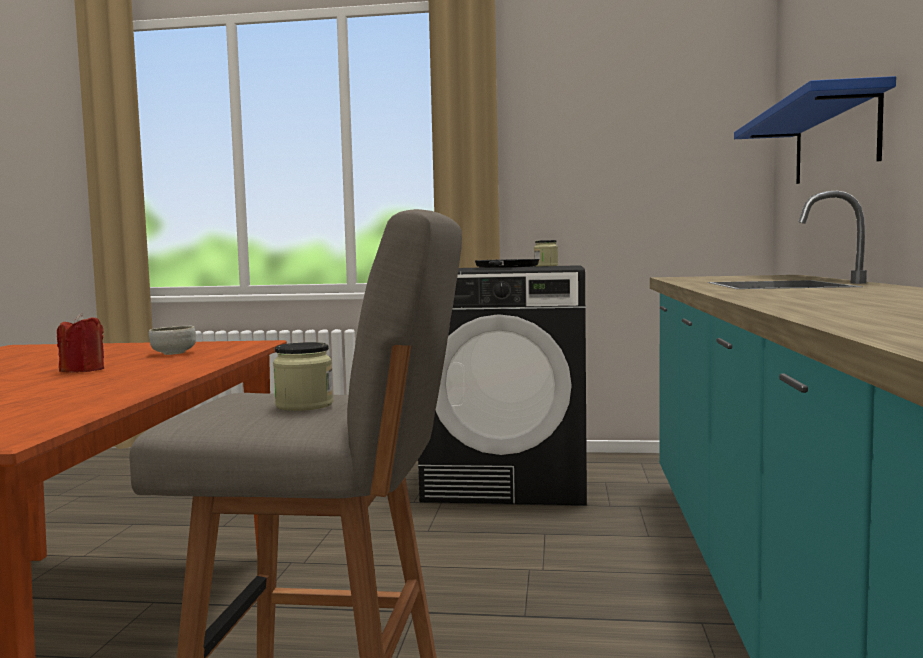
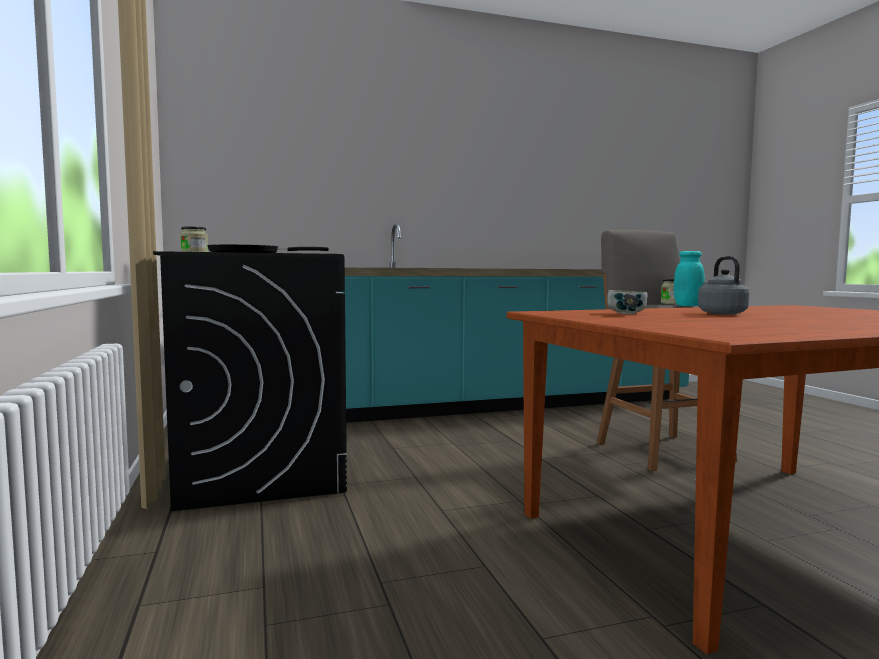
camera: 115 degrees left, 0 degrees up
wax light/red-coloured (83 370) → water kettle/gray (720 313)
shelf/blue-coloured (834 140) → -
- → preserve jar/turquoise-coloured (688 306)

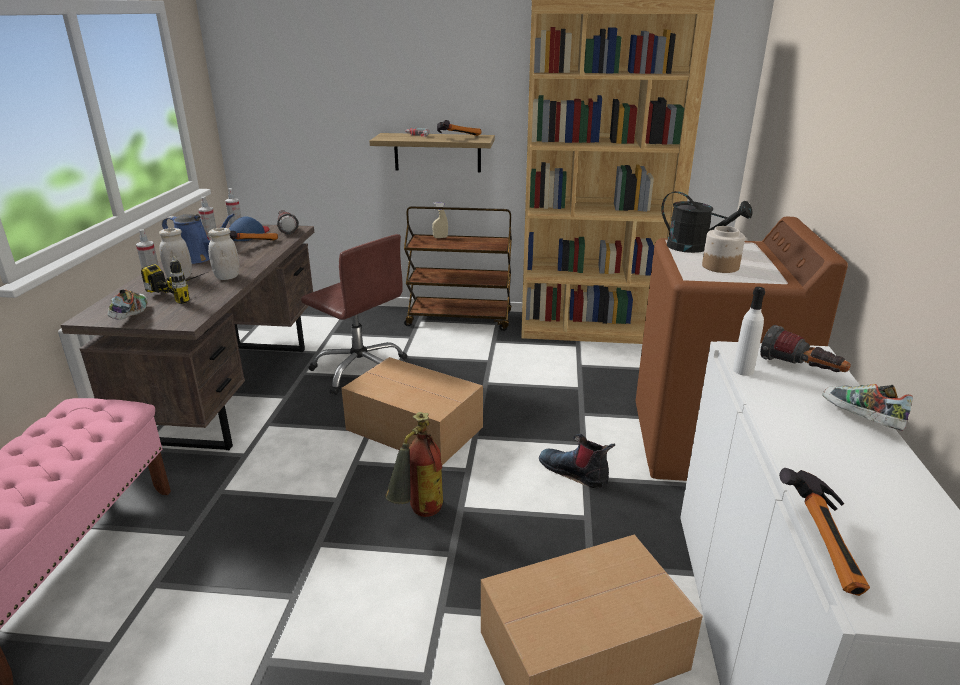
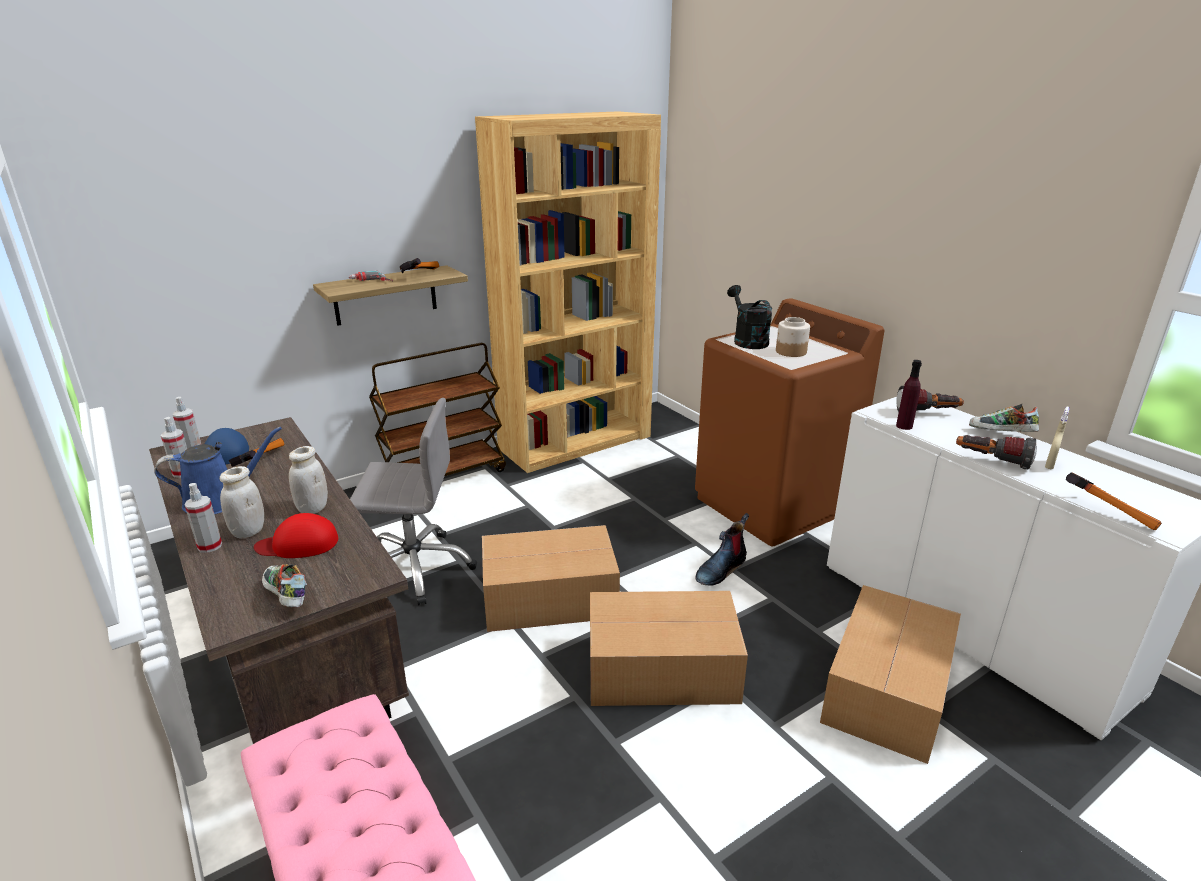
camera: 40 degrees left, 0 degrees up
power drill (186 292) → cap/red-coloured (298 544)
torch (286 229) → torch (991 461), shifted
office chair/brown (361 370) → office chair/gray (415 568)
fire-fighting cylinder (418 515) → carton (659 668)
hand sprayer/beige (440 237) → hand sprayer/beige (1049 465), shifted
tall boot (574 472) → tall boot (720 569), 45 degrees counterclockwise
sprinkling can/black-coloured (695 248) → sprinkling can/black-coloured (747 340), 105 degrees counterclockwise
beverage bottle/whitish (743 370) → beverage bottle/purple (904 426)

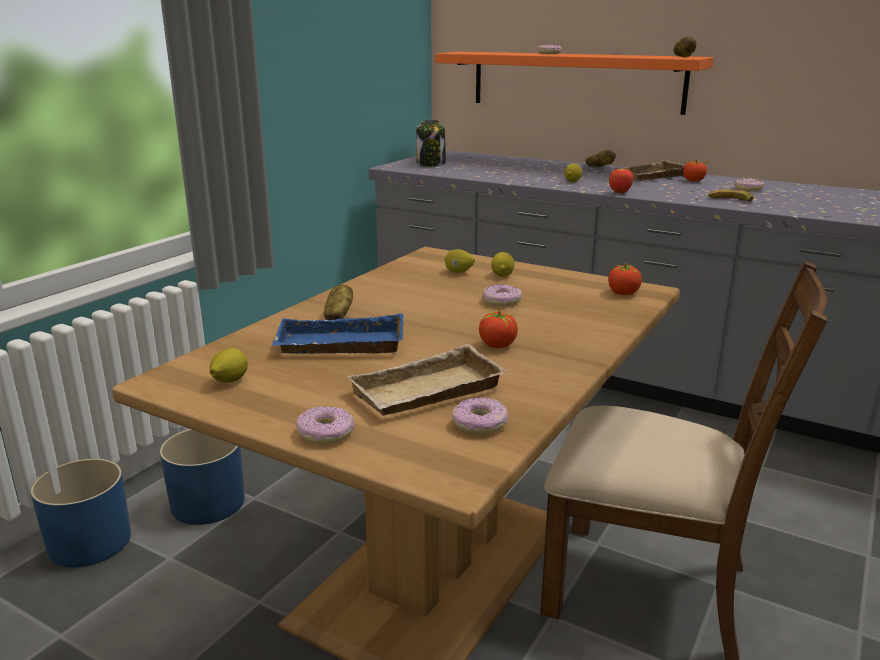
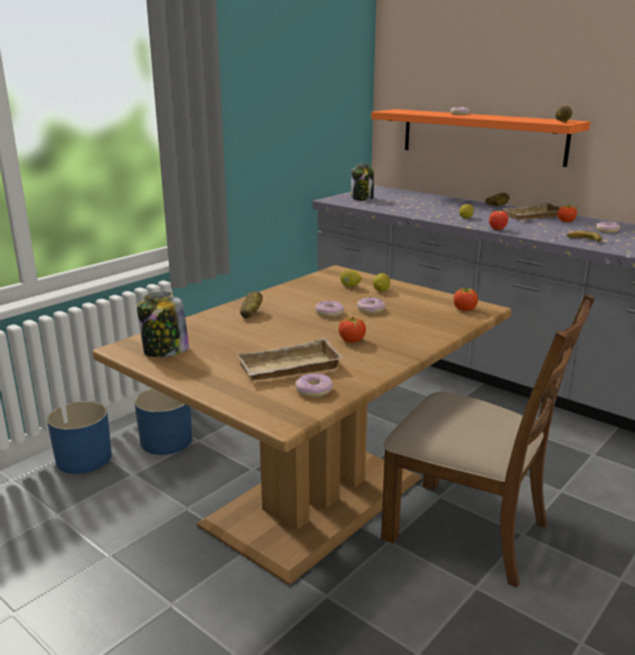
camera: 10 degrees right, 0 degrees up
citrus fruit (229 381) → preserve jar (165 351)
tray/blue-coloured (338 346) → -
doughnut (326 433) → doughnut (329 313), shifted

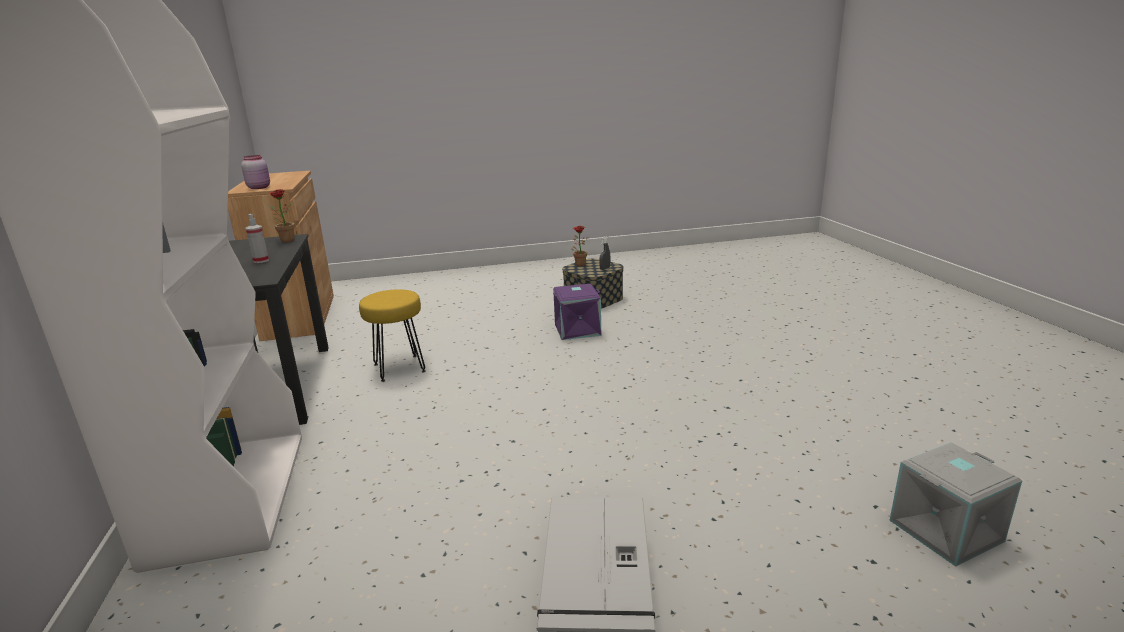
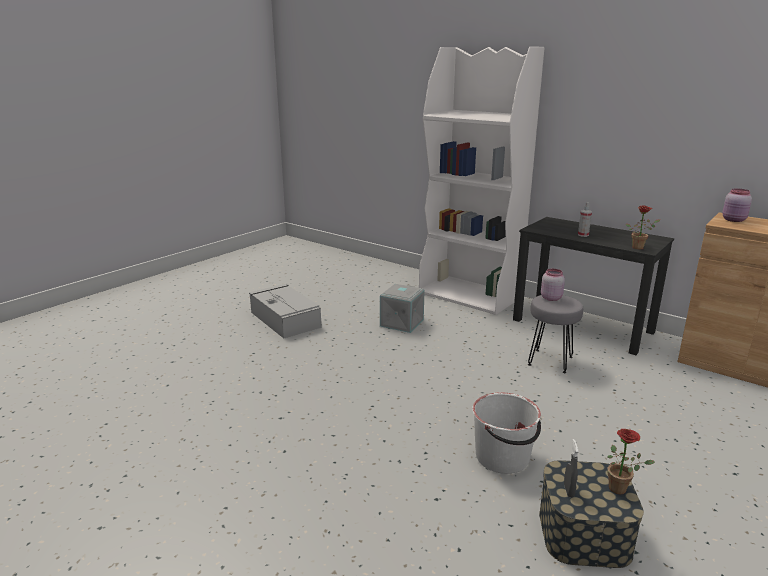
camera: 140 degrees right, 0 degrees up
stool seat/yellowish (400 368) → stool seat/gray (549 361)
storage box/purple (577 329) → water bucket/whitish (503 457)
storage box/gray (946 532) → storage box/gray (401 322), shifted
- → preserve jar/pinkish (550 298)

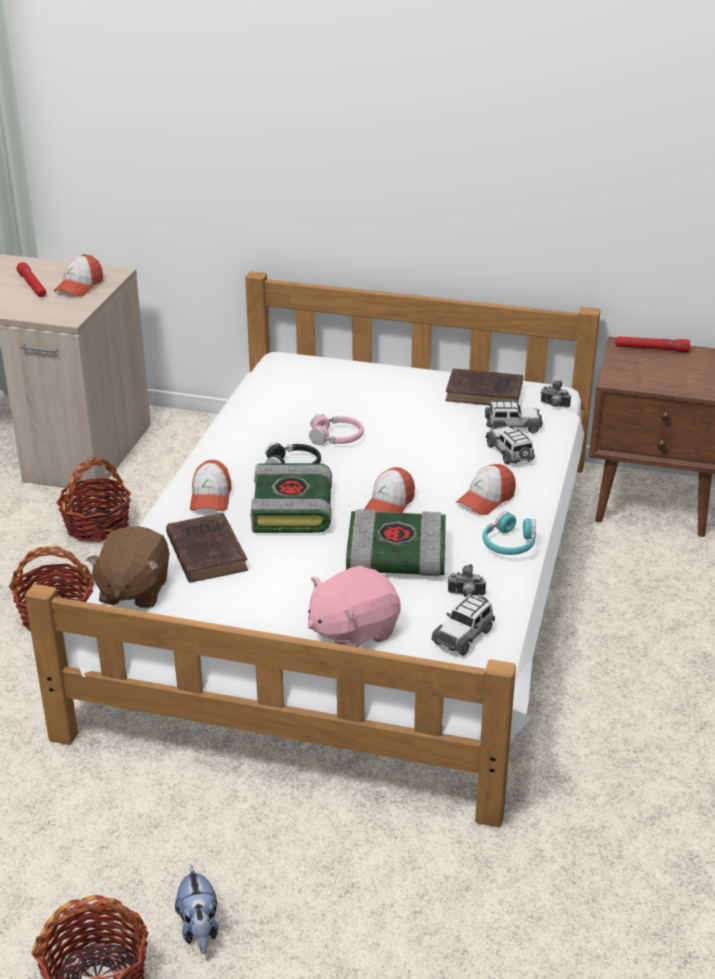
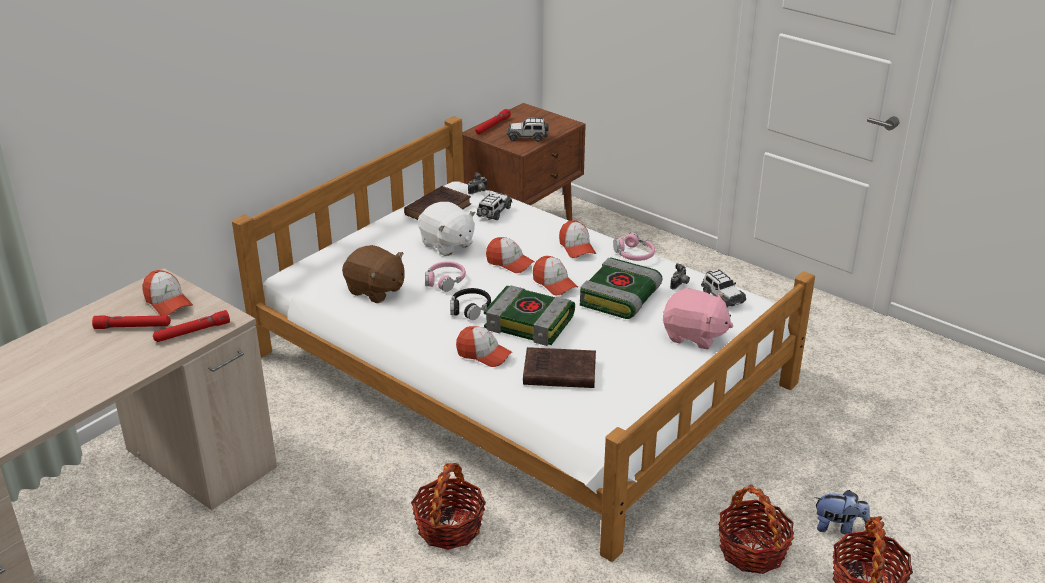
camera: 65 degrees left, 0 degrees up
basket (97 525) → basket (752 551), shifted
plush toy/brown (133 590) → plush toy/brown (375 290), shifted
plush toy/pinkish (352 632) → plush toy/pinkish (694 335), 60 degrees counterclockwise
headphones/turquoise-coloured (509 544) → headphones/pinkish (634 254)
toy car (510 453) → toy car (527 137), shifted
- → torch/red-coloured (192 332)
- → plush toy/whitish (447 244)
- → cap (509 263)

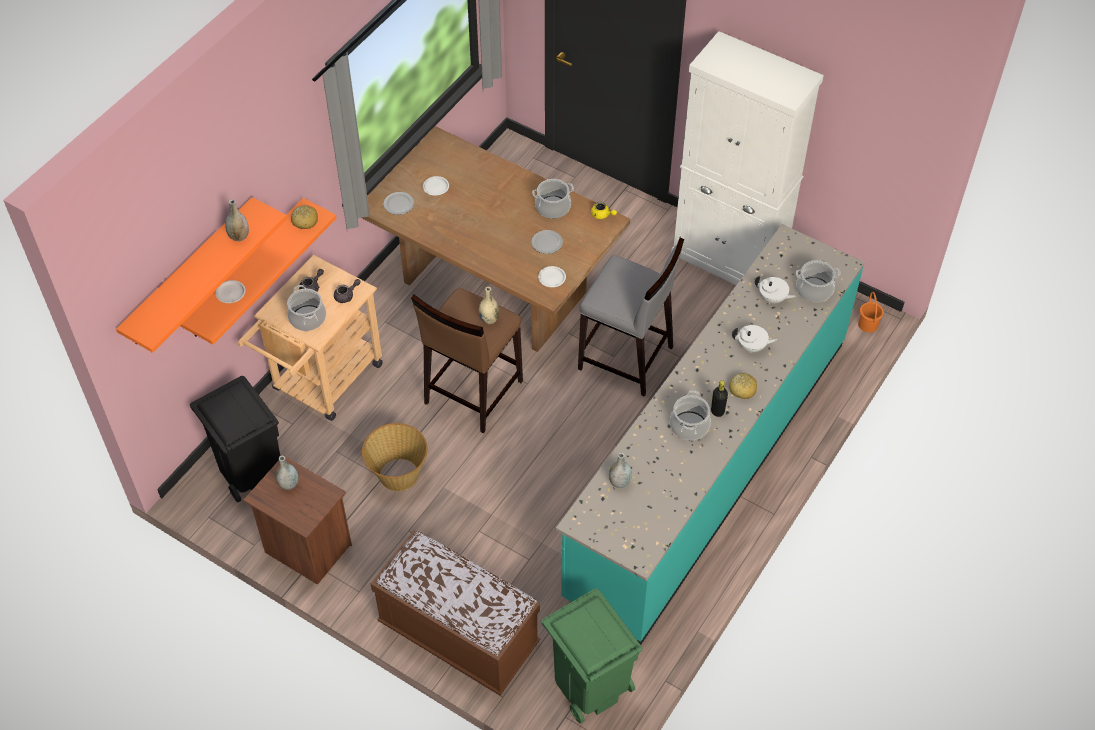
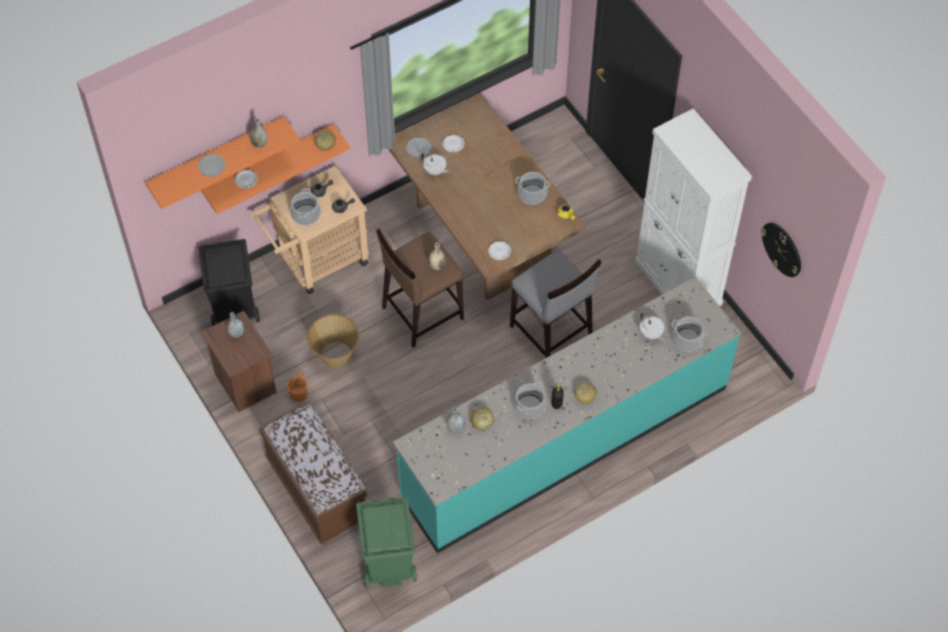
camera: 25 degrees right, 5 degrees up
flat dish (547 243) → flat dish (212 166), shifted
teapot/whitish (752 347) → teapot/whitish (435 171), shifted
water bucket/orange-coloured (868 324) → water bucket/orange-coloured (299 394), shifted
- → bakery bread (482 421)
- → clock on the wall (782 249)

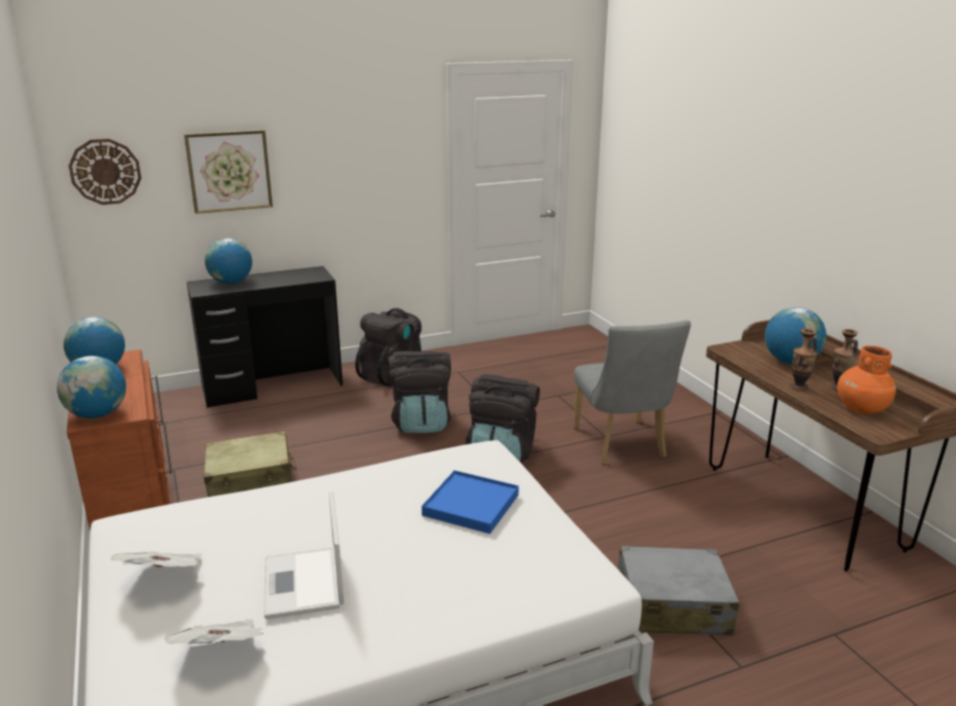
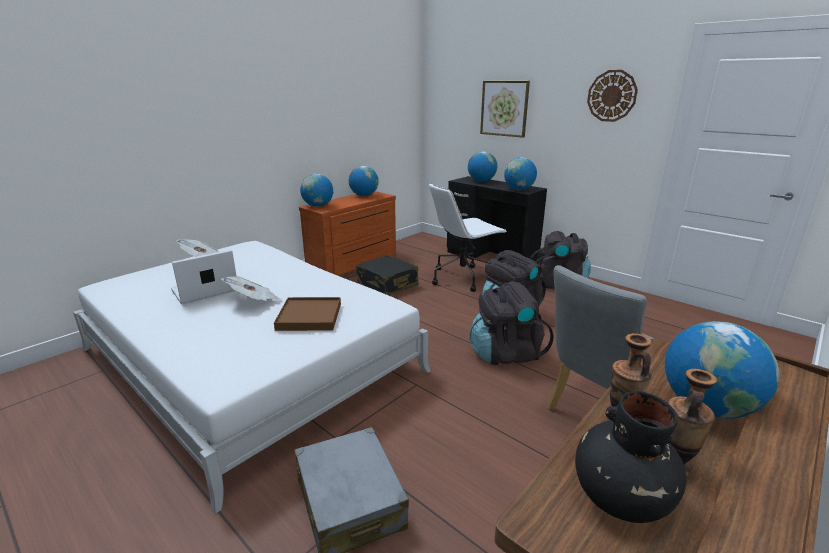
camera: 65 degrees right, 0 degrees up
clock on the wall (105 171) → clock on the wall (611 96), shifted
newspaper (222 652) → newspaper (254 301), shifted
travel case/beige (251 481) → travel case/black-coloured (387 284)
tray/blue-coloured (471 505) → tray/brown (309 316)
decorative vase/orange-coloured (861 408) → decorative vase/black-coloured (619 497)
- → office chair/whitish (463 277)
- → desk globe (518 189)

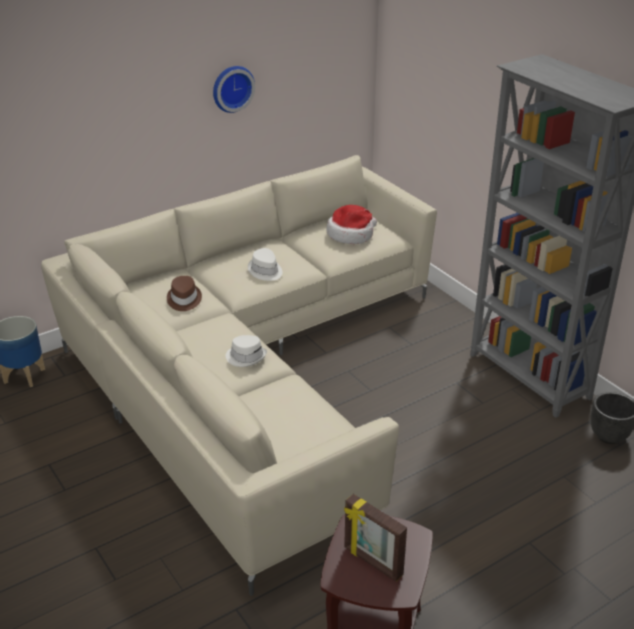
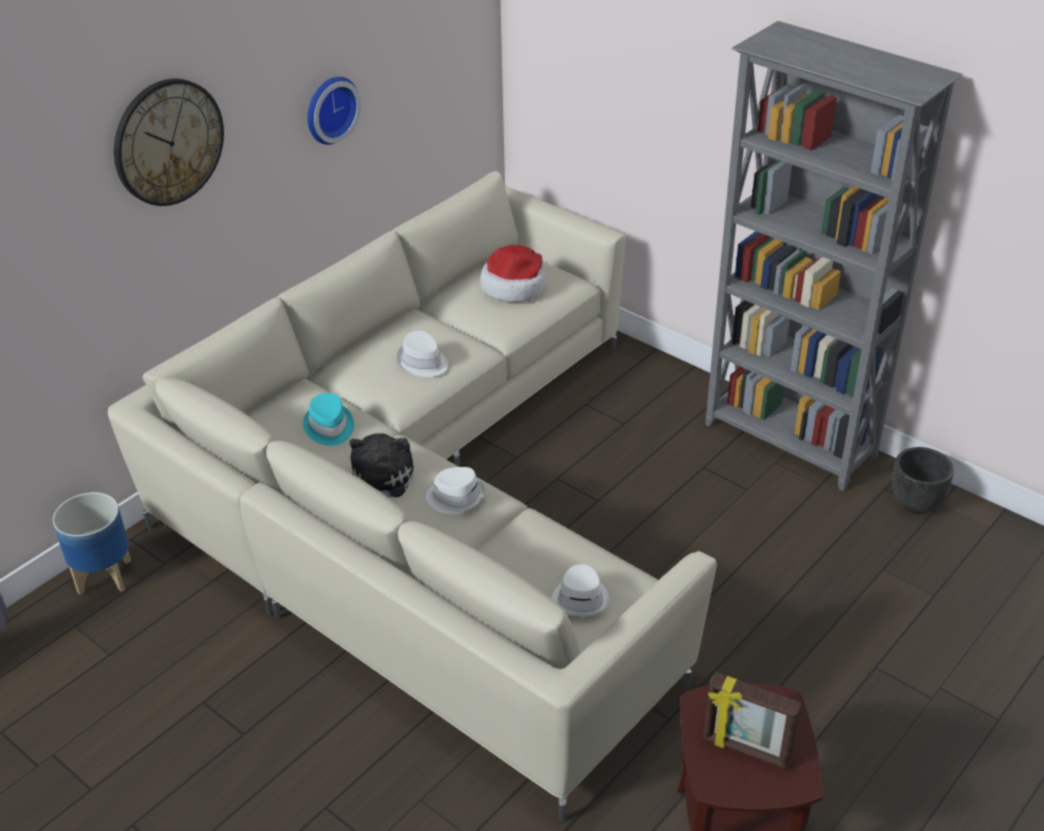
camera: 15 degrees left, 5 degrees up
hat/brown (183 299) → hat/turquoise-coloured (329 427)
- → clock on the wall (168 142)
- → plush toy (380 481)
- → hat/whitish (581 598)

